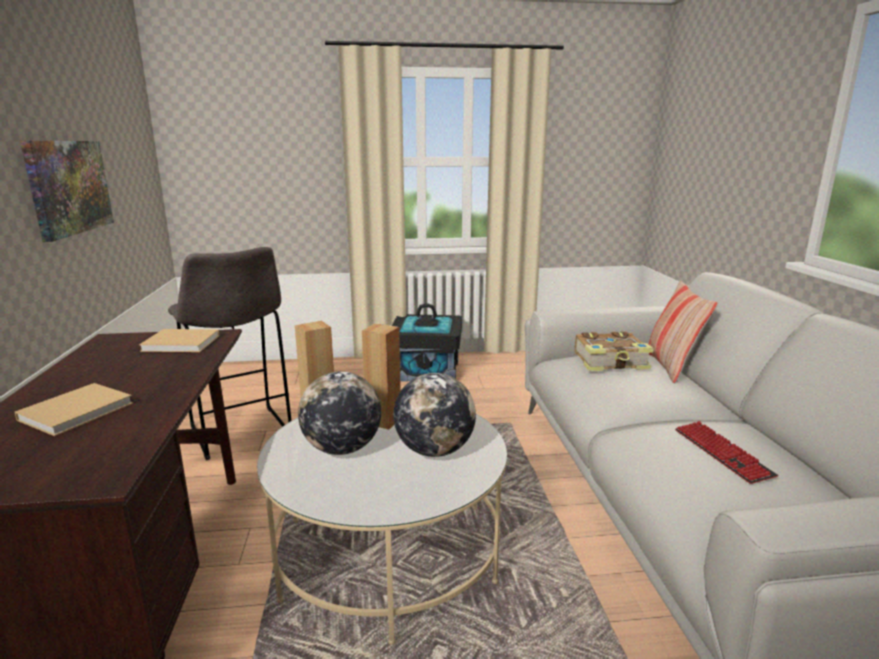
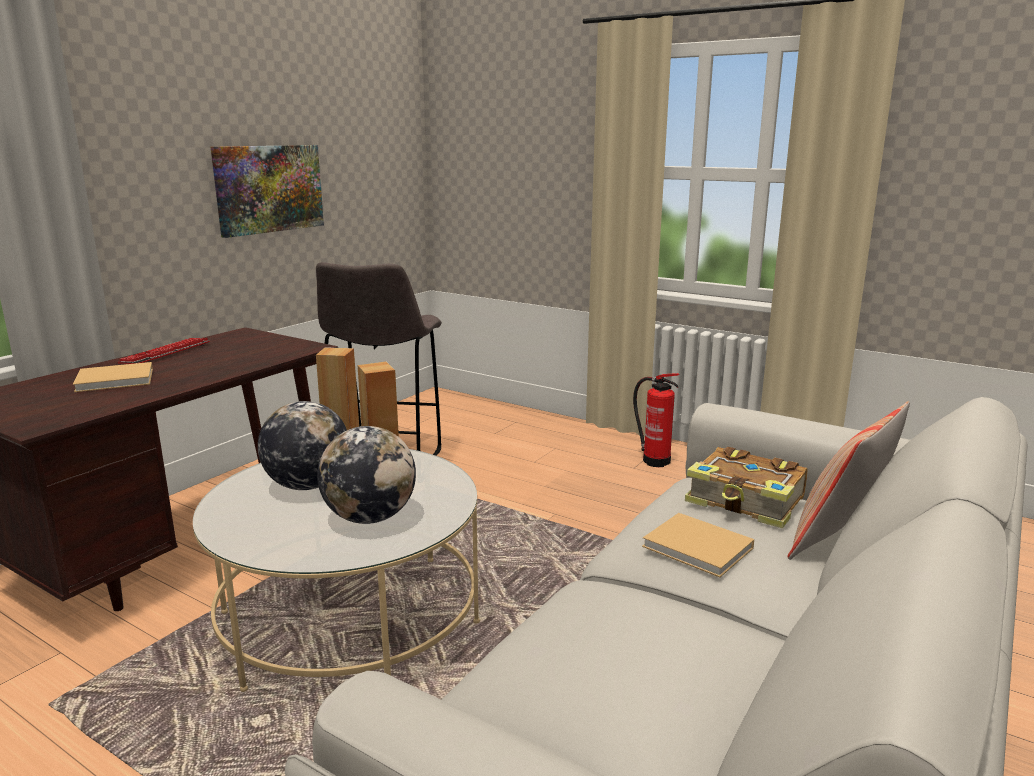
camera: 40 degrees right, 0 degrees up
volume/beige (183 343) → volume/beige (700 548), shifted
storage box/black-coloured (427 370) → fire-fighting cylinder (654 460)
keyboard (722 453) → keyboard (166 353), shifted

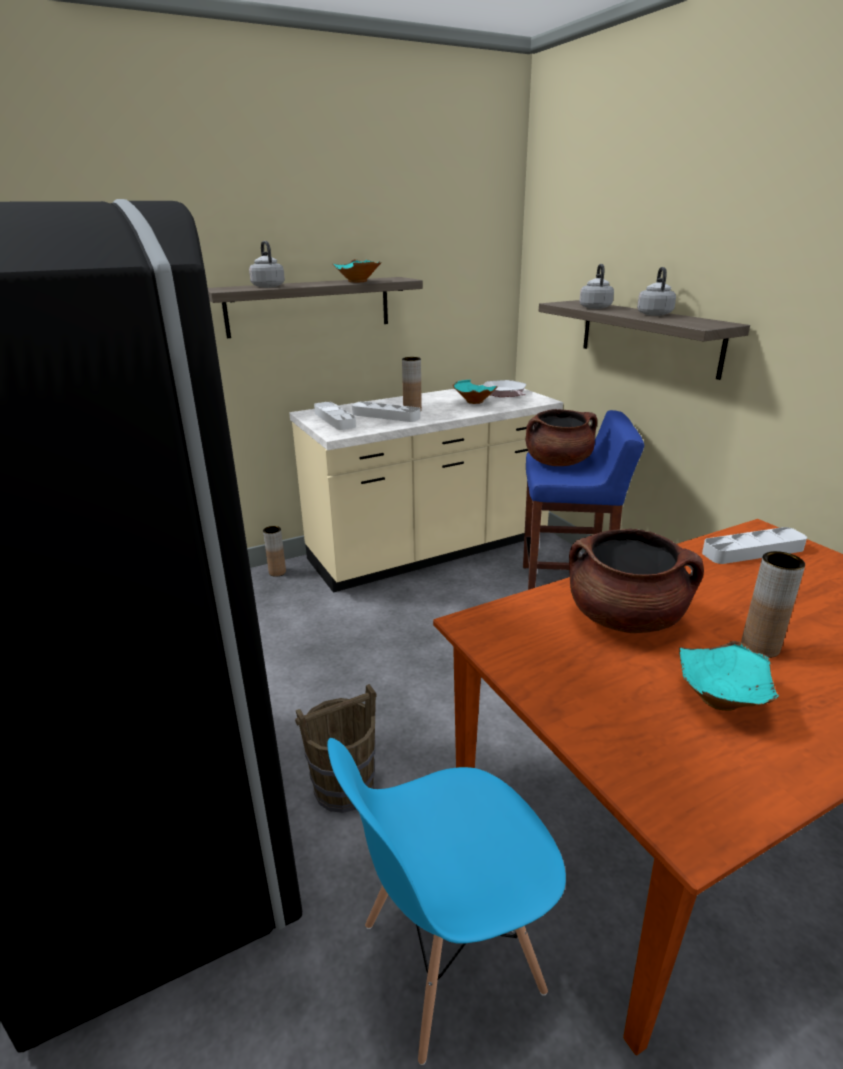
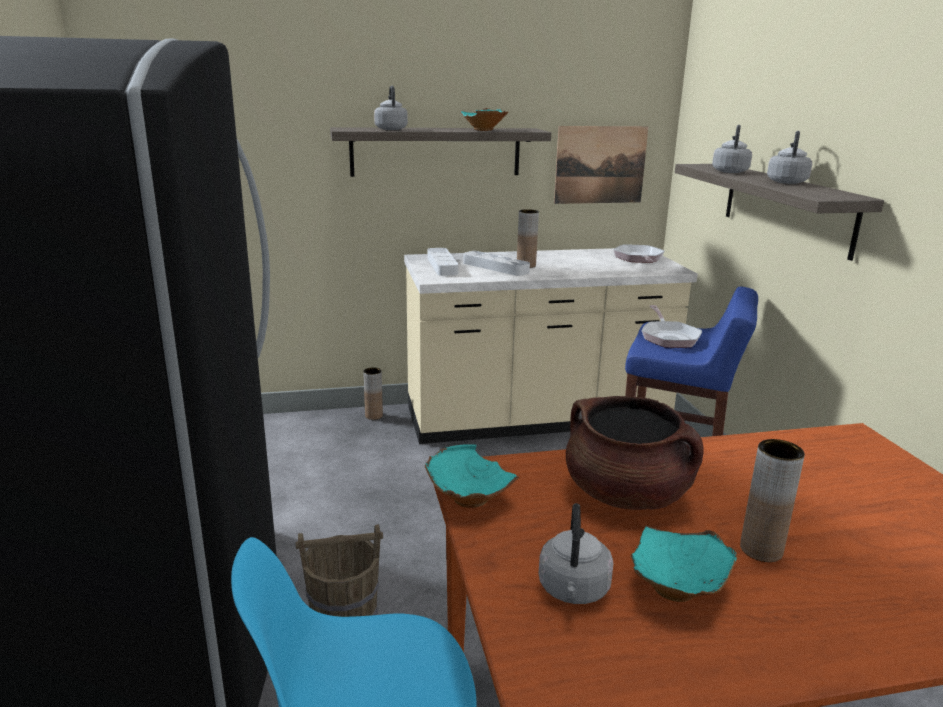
camera: 15 degrees right, 5 degrees down
deep dish/turquoise-coloured (473 402) → deep dish/turquoise-coloured (467 499), shifted
saucepot/brown (558 463) → frying pan (669 337)
tray/gray (753 551) → -
- → water kettle/gray (573 591)
- → picture (600 165)

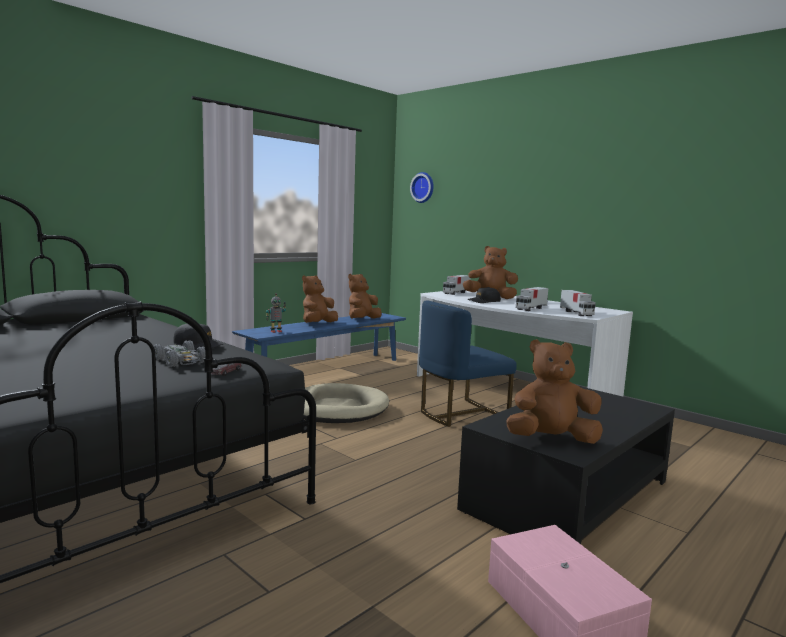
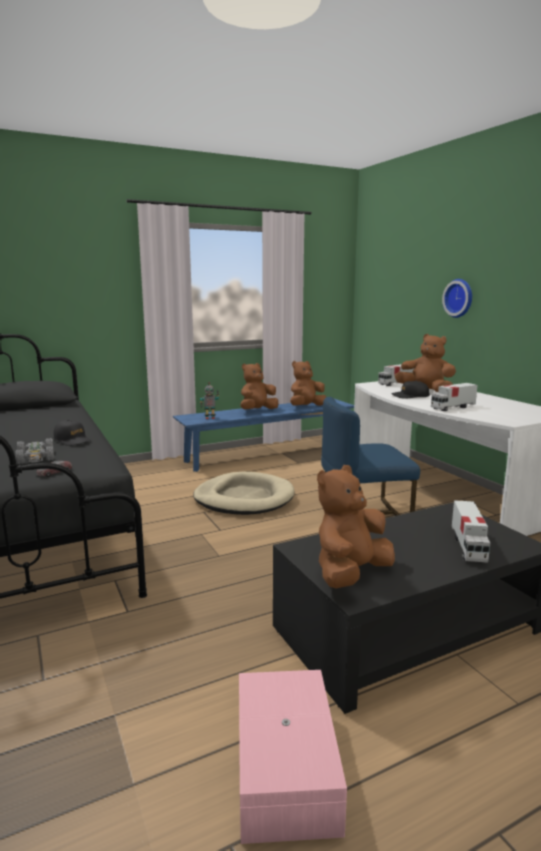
camera: 20 degrees right, 5 degrees up
clock on the wall (423 187) → clock on the wall (459 298), shifted
plush toy/brown (551 440) → plush toy/brown (350 574), 60 degrees counterclockwise
toy truck (576 313) → toy truck (468 546), shifted

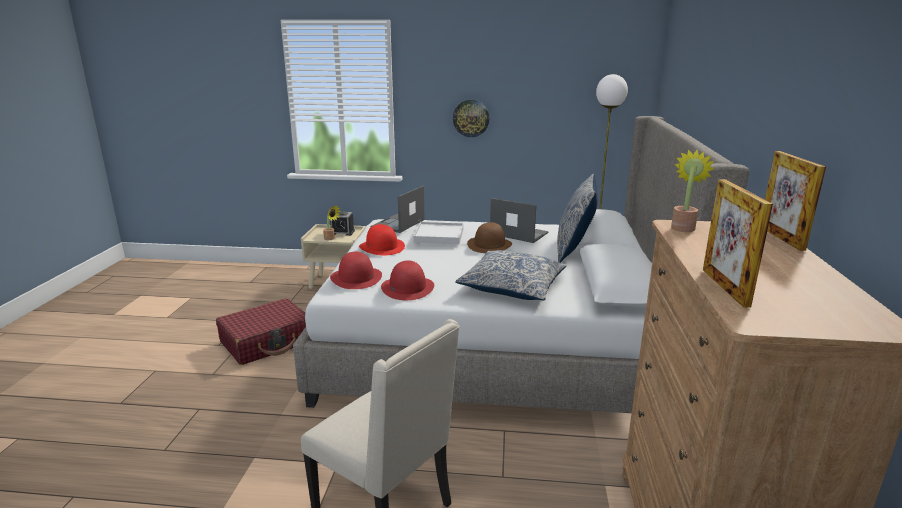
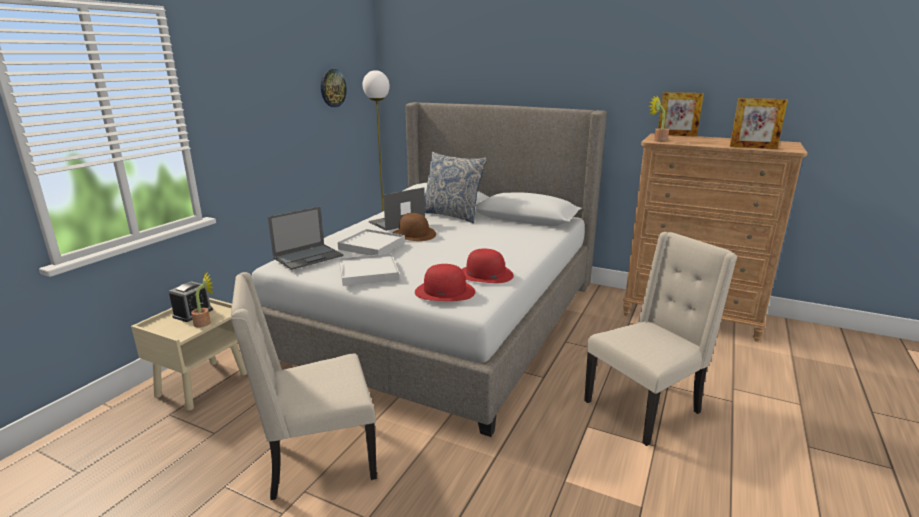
camera: 70 degrees left, 0 degrees up
travel case/red-coloured (267 342) → chair/beige (317 460)
hat/red-coloured (382 247) → tray/whitish (368 272)
laptop (398 224) → laptop (309 256), 90 degrees counterclockwise
clock on the wall (471 118) → clock on the wall (332 88), shifted
throw pillow (512 286) → -

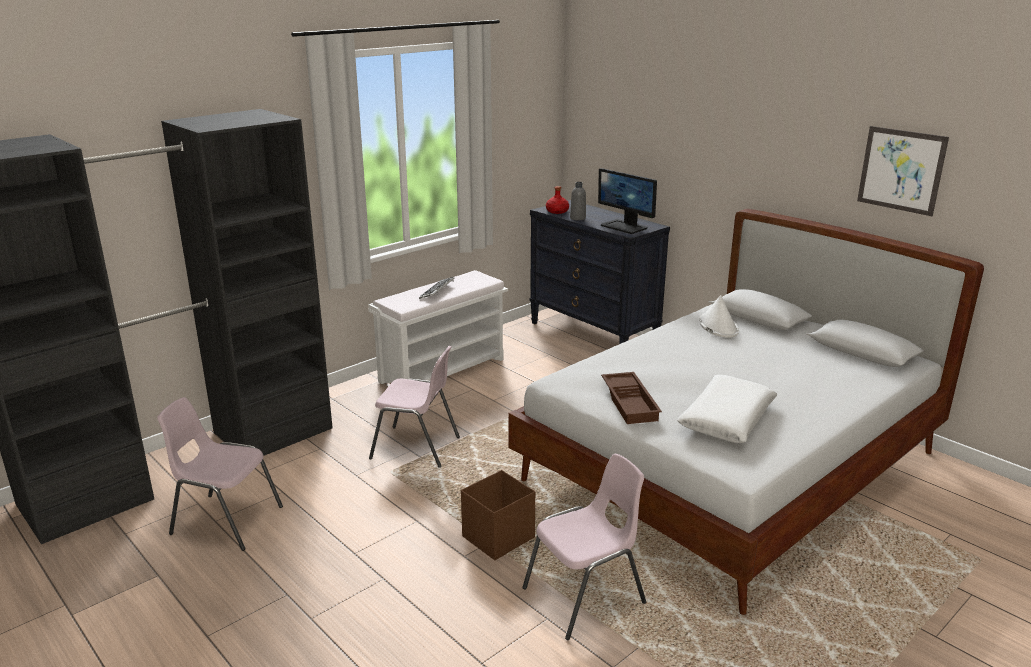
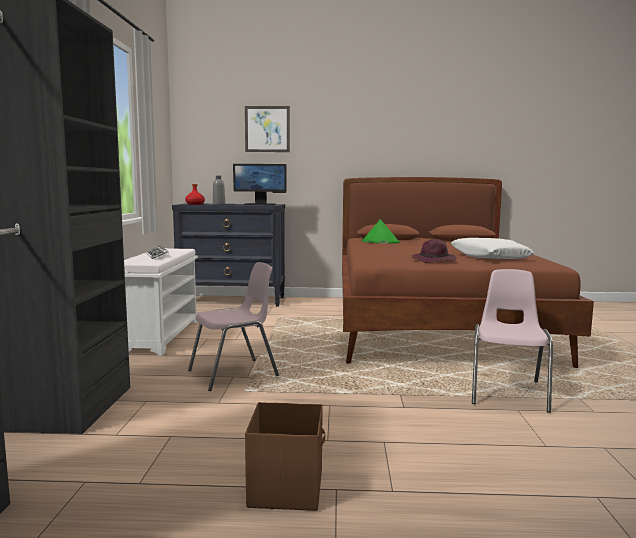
camera: 45 degrees left, 15 degrees down
chair/pinkish (225 520) → -
storage box/brown (499 537) → storage box/brown (287 488), shifted
bed/whitish (731 468) → bed/brown (435 326)
tray/brown (631 402) → hat/purple (434 260)
hat/whitish (718 326) → hat/green (380 242)
picture (901 170) → picture (267 129), shifted

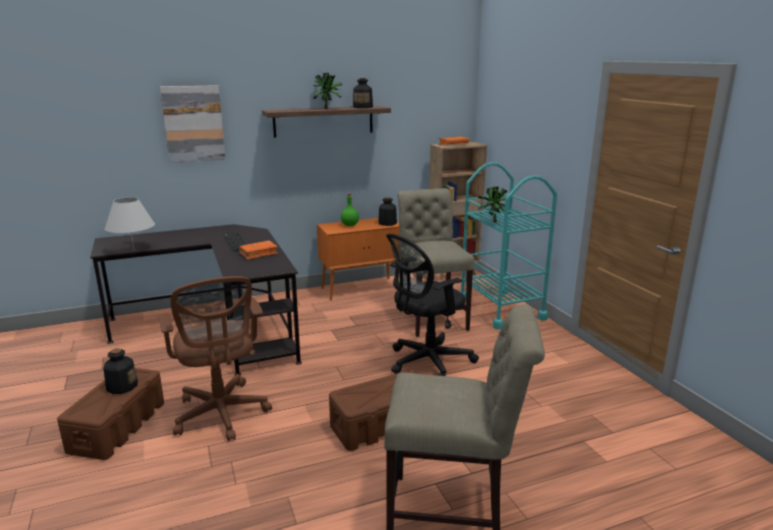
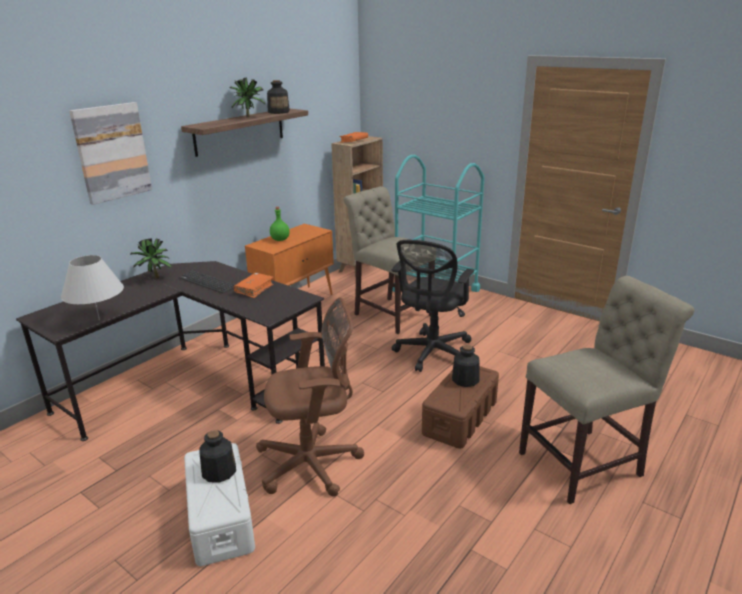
camera: 30 degrees left, 5 degrees up
storage box/brown (118 426) → storage box/whitish (220 517)
office chair/brown (221 415) → office chair/brown (313 464), 45 degrees counterclockwise
beverage bottle (387 223) → beverage bottle (465 380), shifted
houseplant (492 222) → houseplant (154 279), shifted

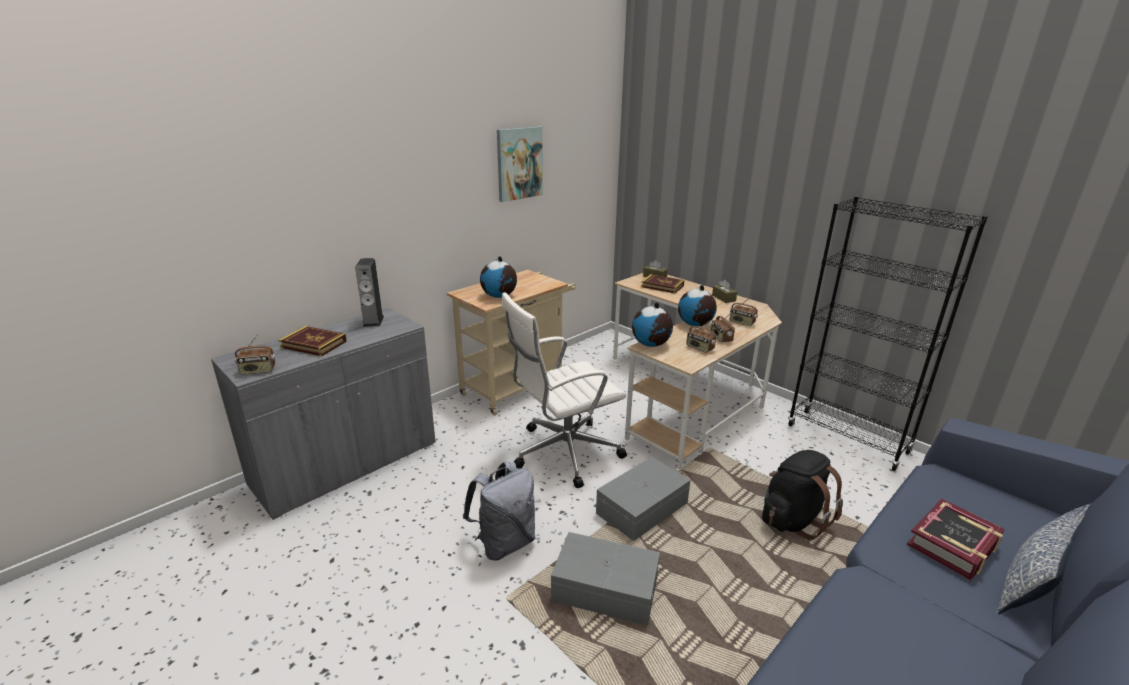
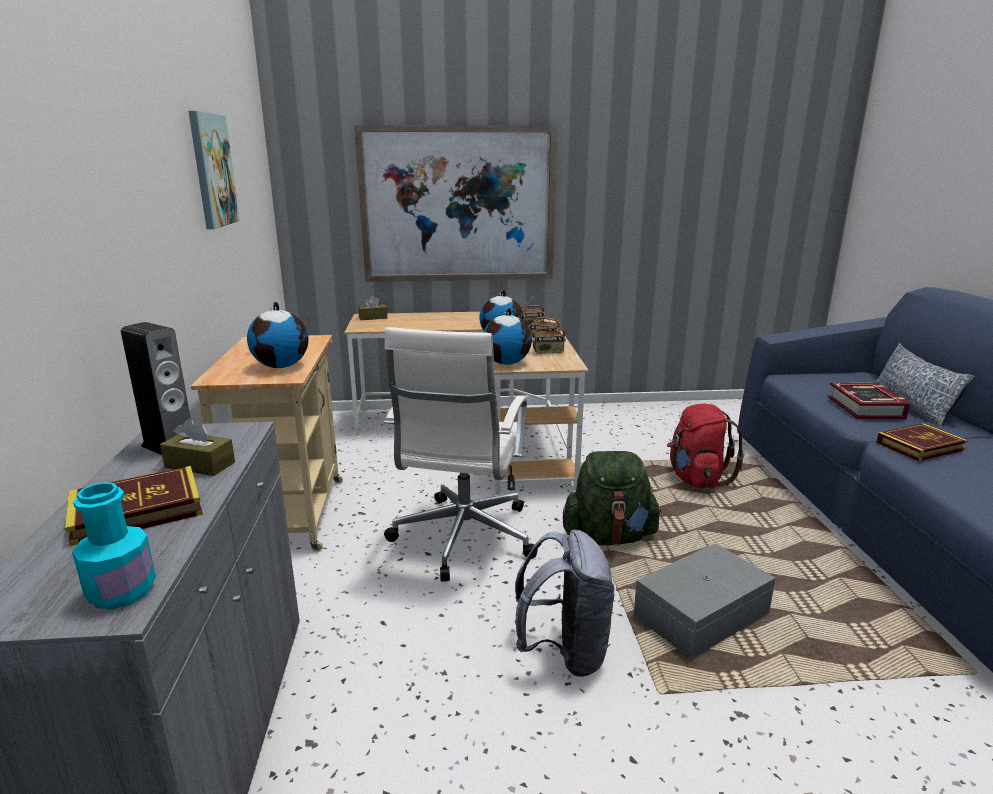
camera: 50 degrees left, 5 degrees down
radio receiver (258 371) → beverage bottle/turquoise-coloured (122 591)
storage box/gray (643 509) → knapsack/green (609 537)
volume (662 286) → volume (919 446), shifted
tissue holder/brown (723 298) → tissue holder/brown (200 465), shifted
knapsack/black-coloured (792 519) → knapsack/red-coloured (696 479)
bookcase/black-coloured (847 439) → -
- → picture (458 205)

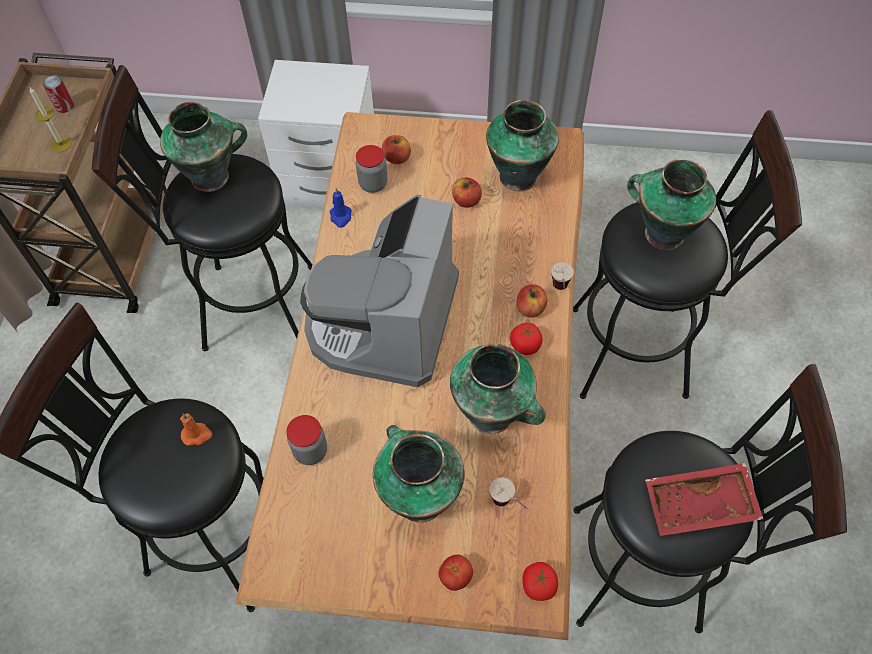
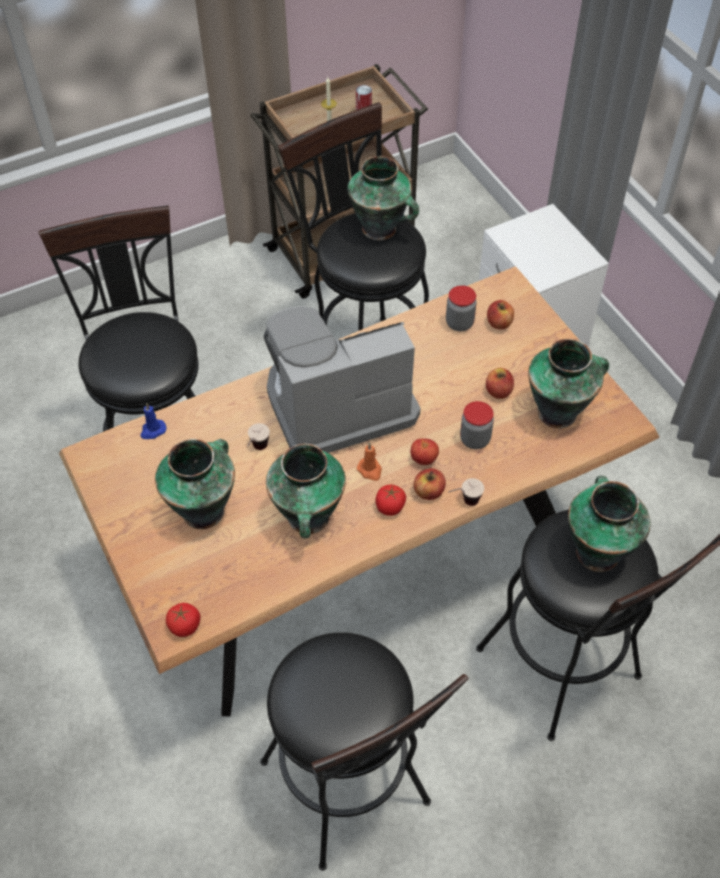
camera: 55 degrees right, 5 degrees down
wax light/orange-coloured (197 434) → wax light/orange-coloured (370 470), shifted
preserve jar (310 451) → preserve jar (475 439), shifted
wax light/blue-coloured (341 217) → wax light/blue-coloured (152 430), shifted
whole tomato (455 577) → whole tomato (424 459), shifted
drinking cup (508 506) → drinking cup (257 451), shifted
tray/red-coloured (700 506) → -

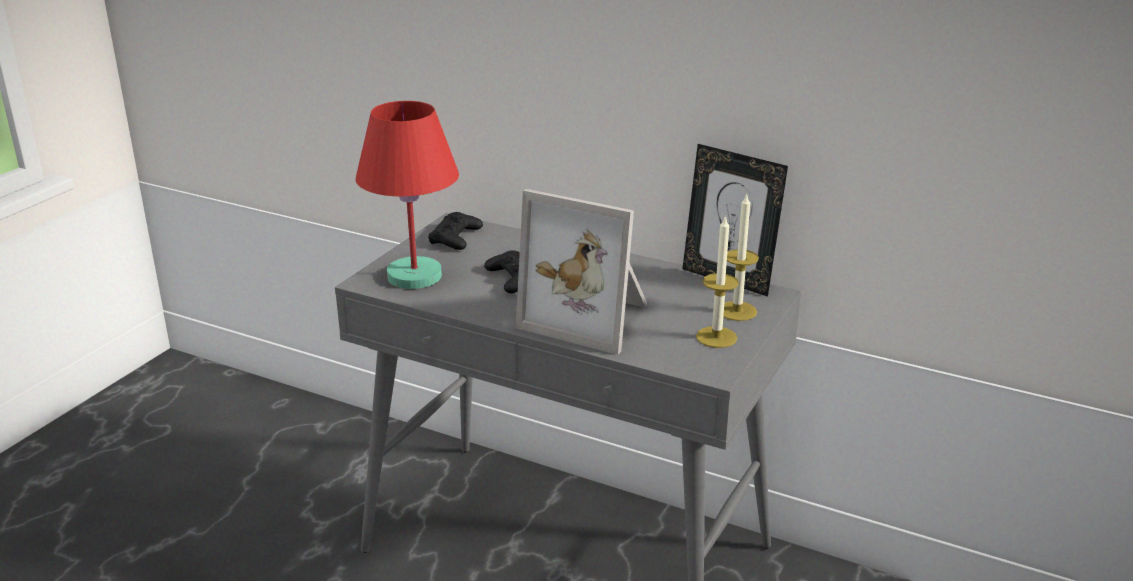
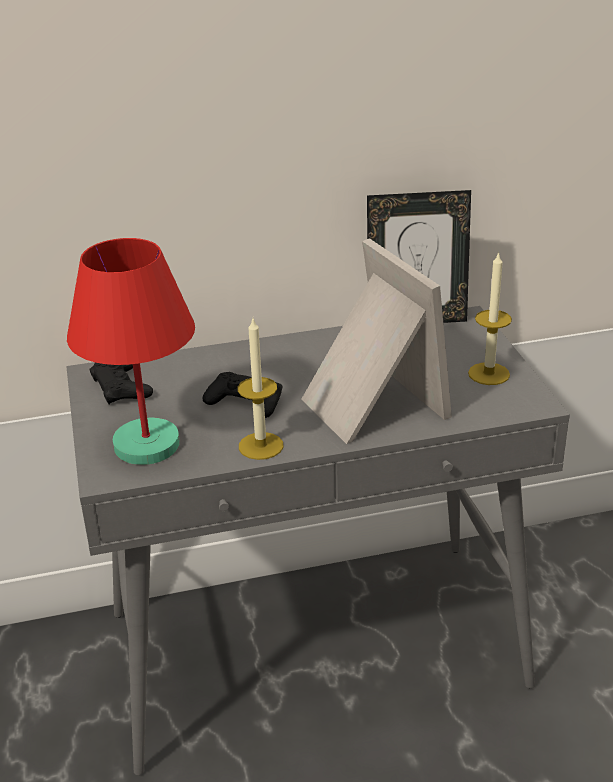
camera: 40 degrees left, 5 degrees up
standing frame (590 317) → standing frame (369 405), 105 degrees counterclockwise
wax light (737 311) → wax light (261 446), shifted

